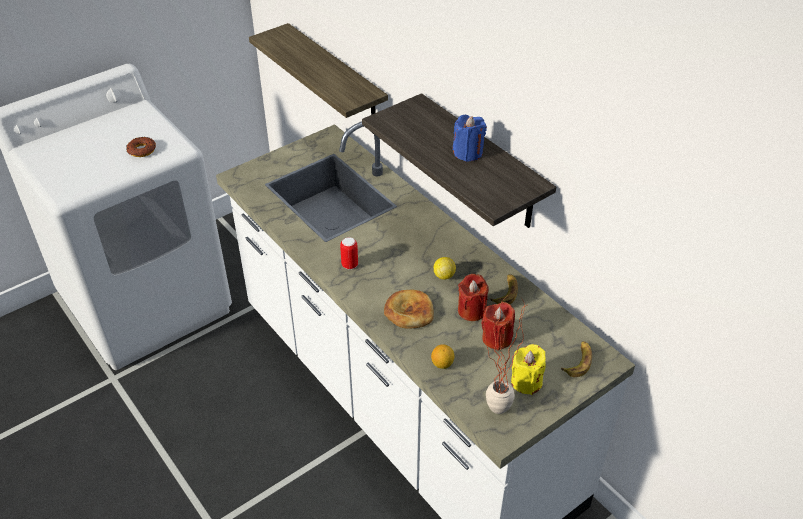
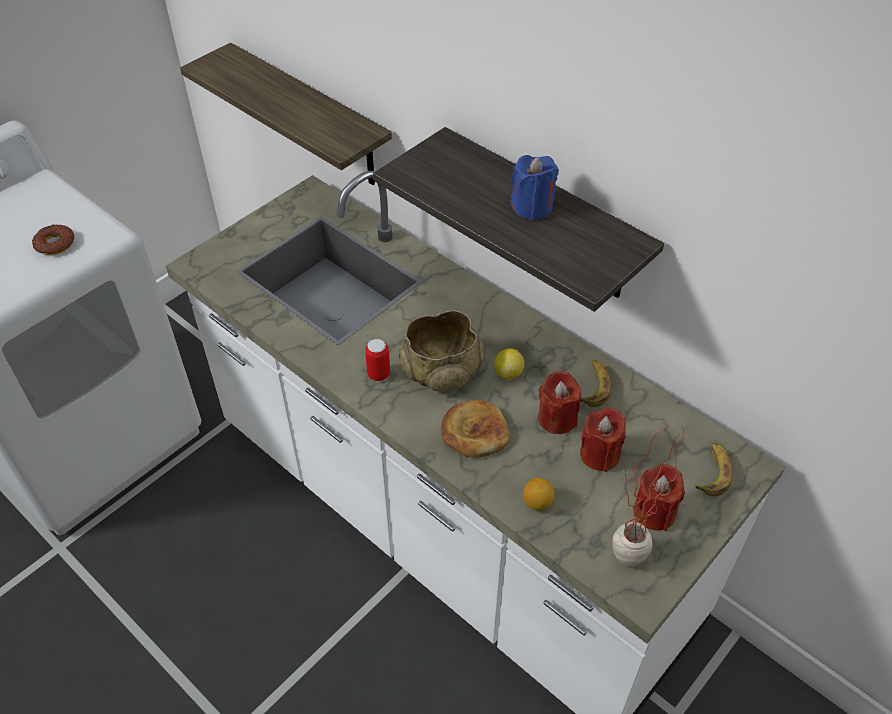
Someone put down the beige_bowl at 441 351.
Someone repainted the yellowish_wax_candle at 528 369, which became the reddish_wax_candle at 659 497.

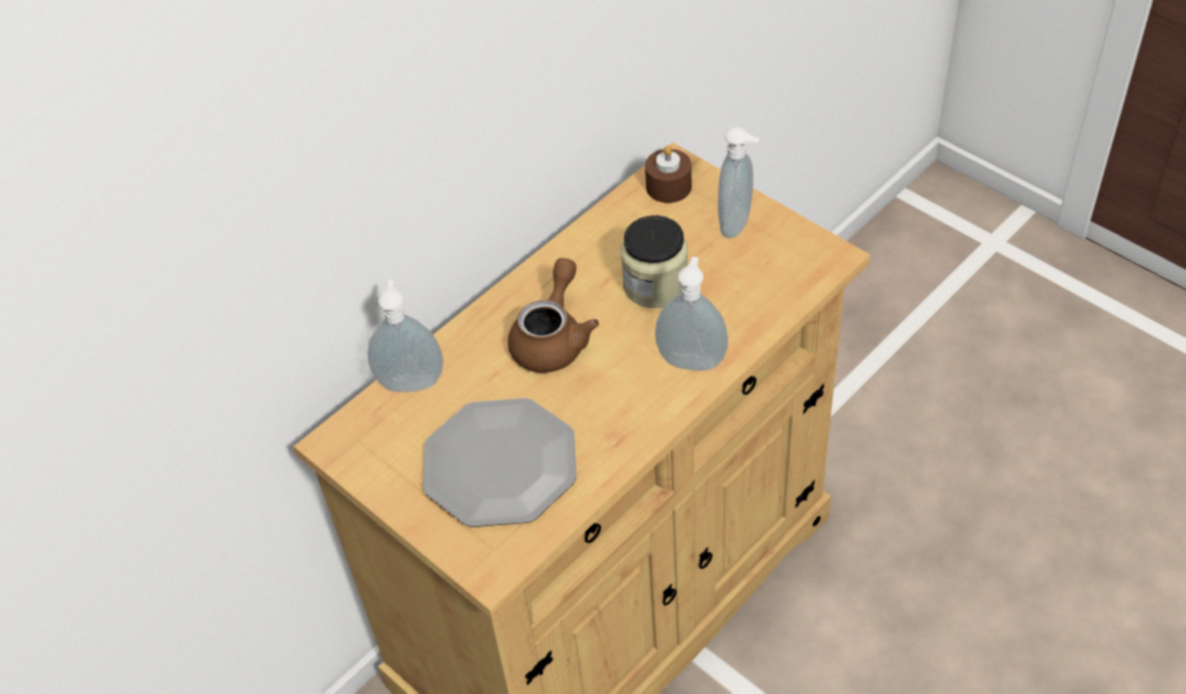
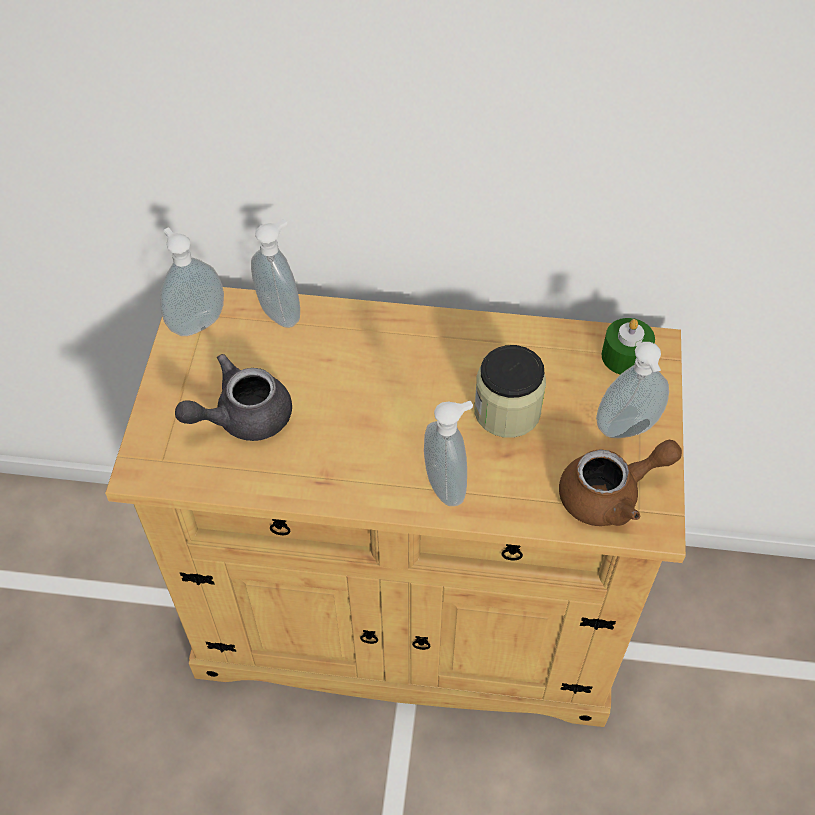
Someone put down the soap_bottle at 192 281.
Someone swapped the dinner_plate at 500 462 for the gray_tea_pot at 233 397.
Someone carried the brownish_tea_pot from 553 315 to 620 483.
Someone repainted the brownish_wax_candle at 668 174, which became the green-coloured_wax_candle at 628 346.

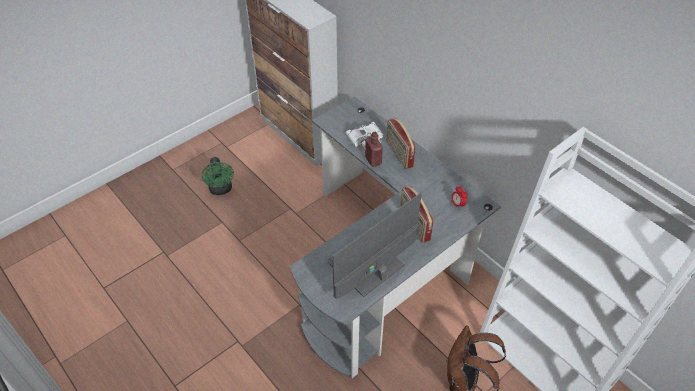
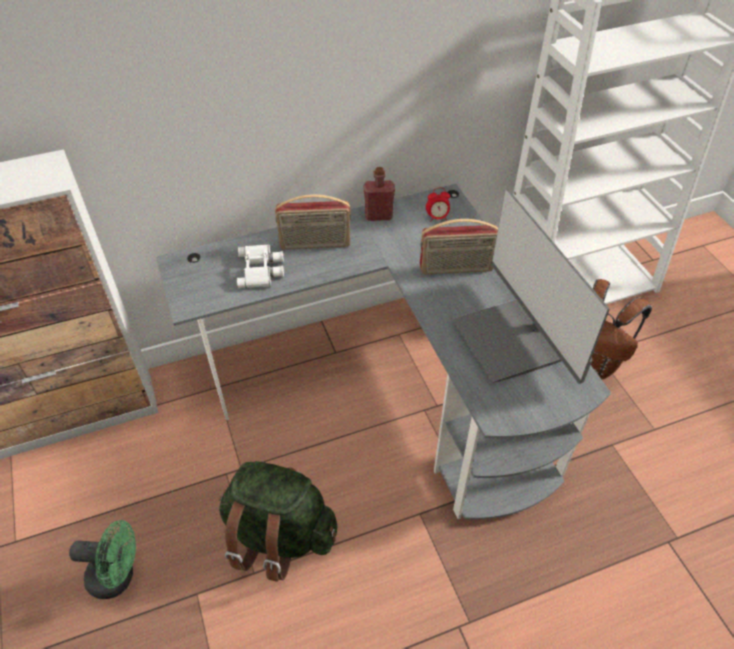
Someone put down the green-coloured_backpack at 278 521.
Someone carried the reddish_bottle from 374 149 to 379 194.

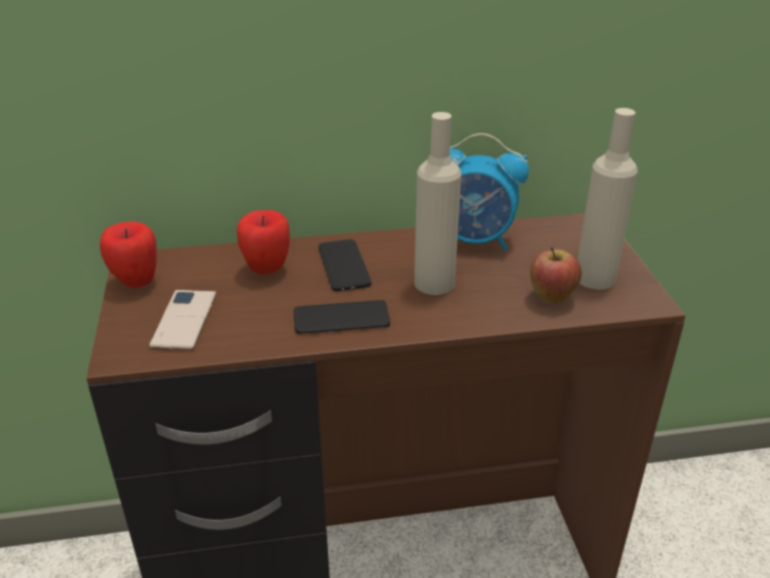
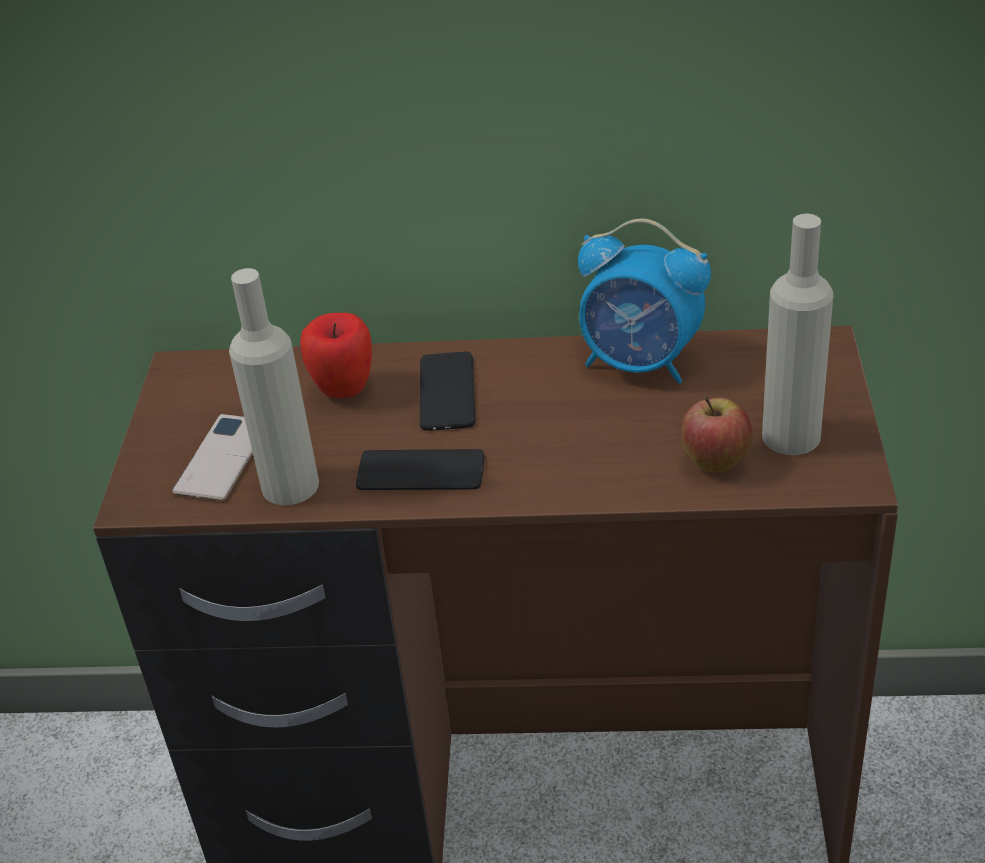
Someone carried the beige_bottle from 437 203 to 274 386.
Someone took away the apple at 128 254.

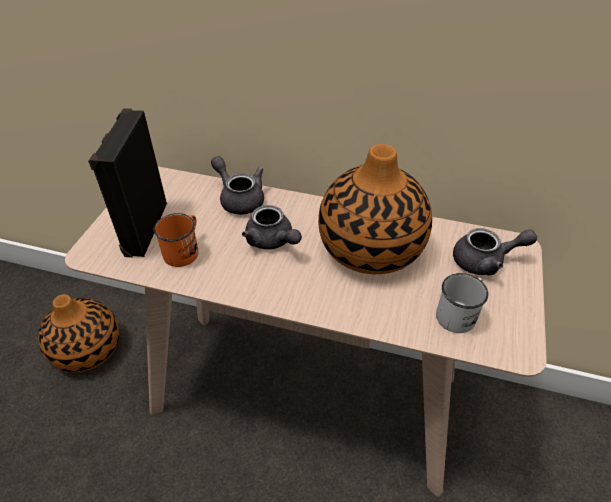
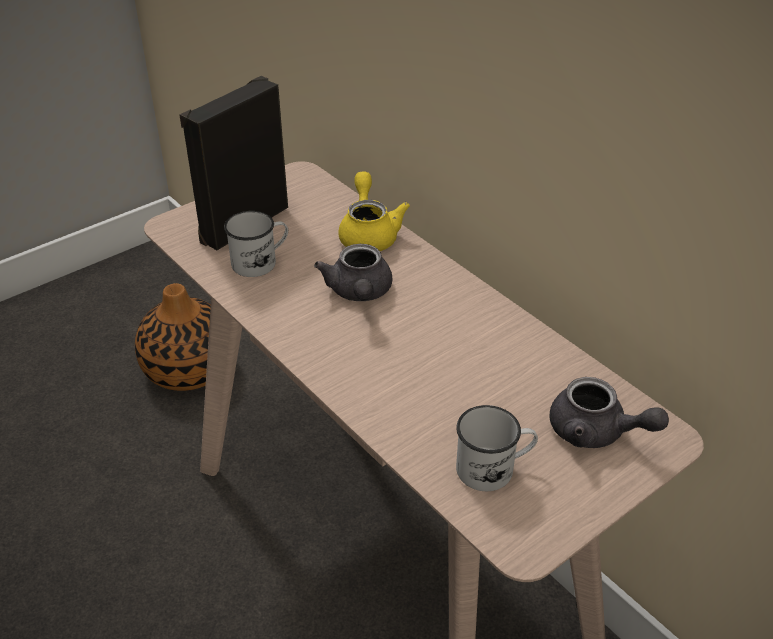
Someone repainted the orangey_coffee_mug at 176 240, which became the white-coloured_coffee_mug at 256 244.
Someone repainted the gray_tea_pot at 237 185, which became the yellowish_tea_pot at 374 211.
Someone took away the decorative_vase at 375 209.

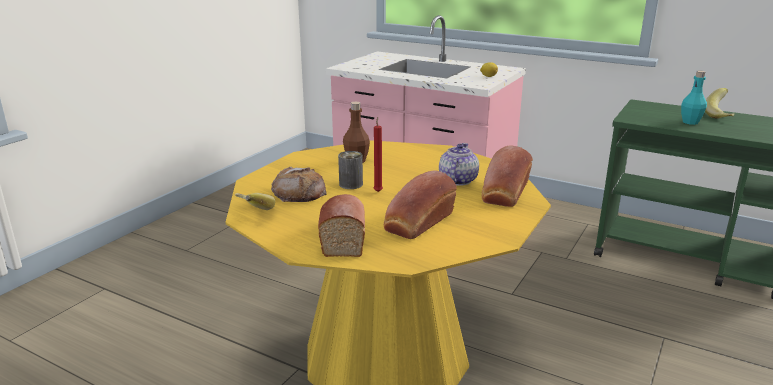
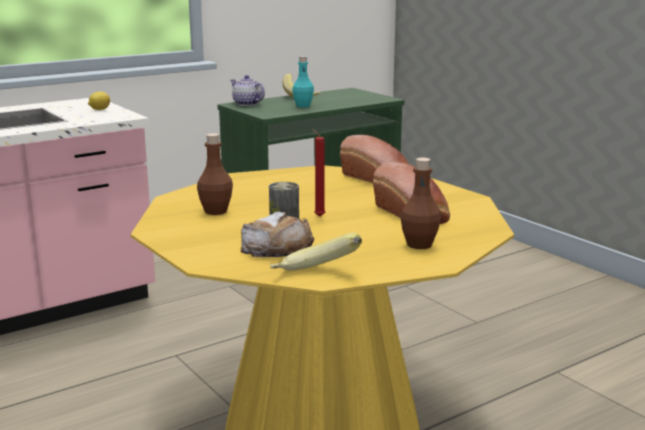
Someone carried the tea_pot from 459 164 to 247 90.
Someone swapped the bread at 341 225 for the brownish_bottle at 420 203.

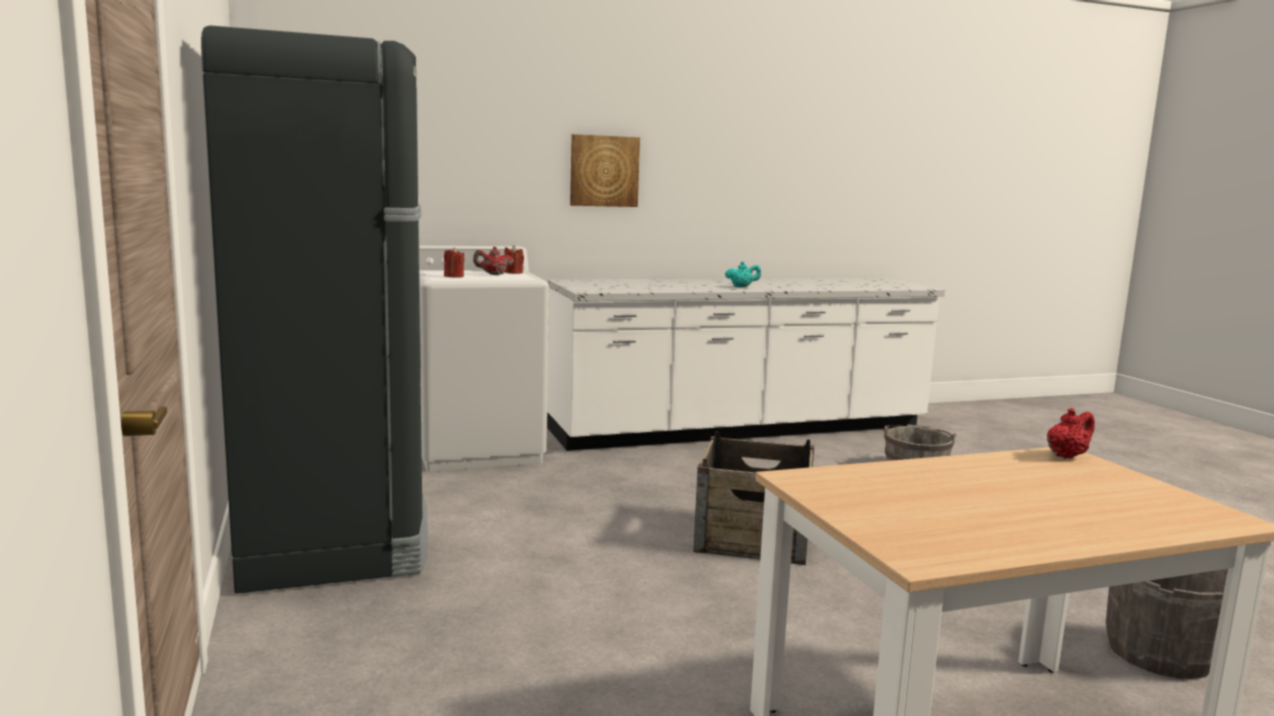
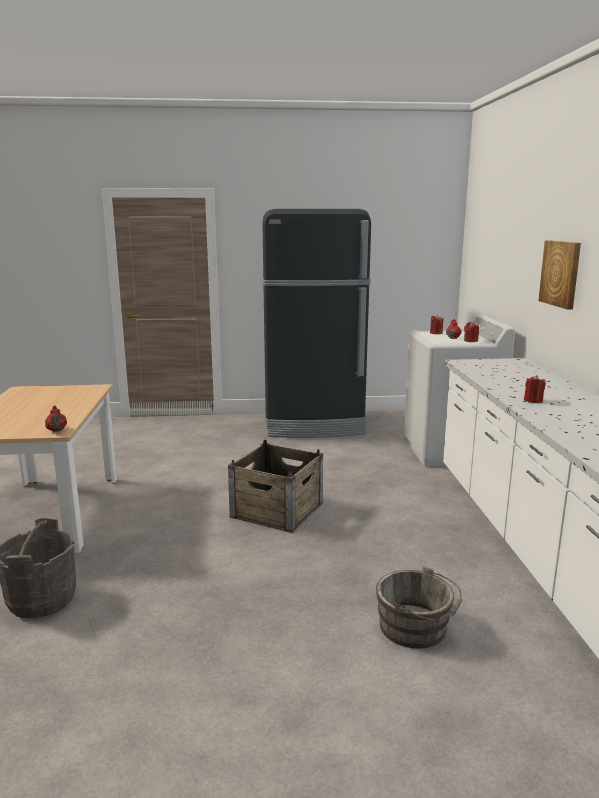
Someone swapped the turquoise-coloured_tea_pot at 743 274 for the reddish_wax_candle at 535 389.

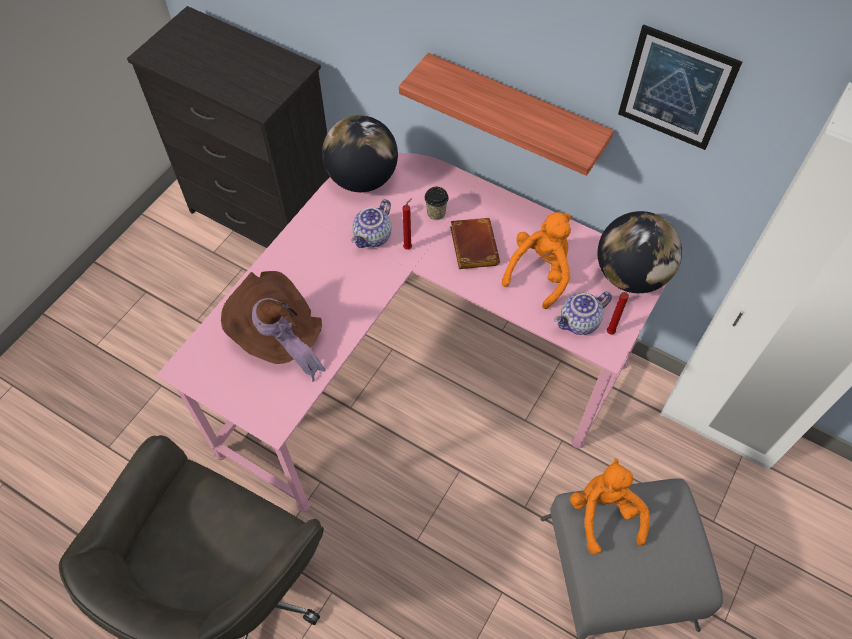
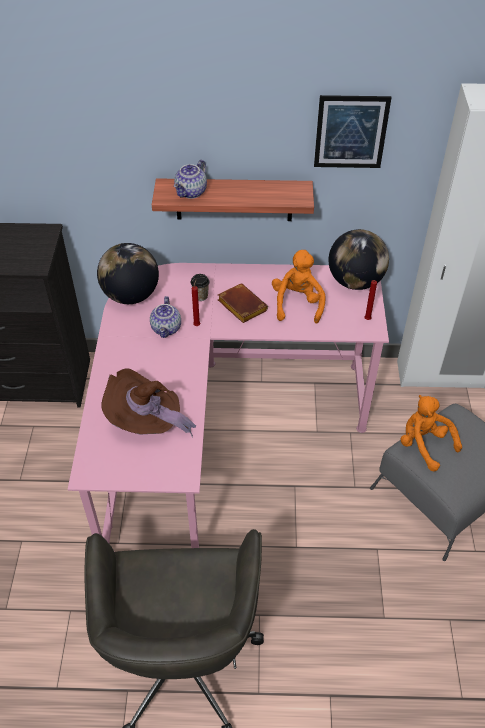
Someone carried the tea_pot from 583 313 to 190 179.

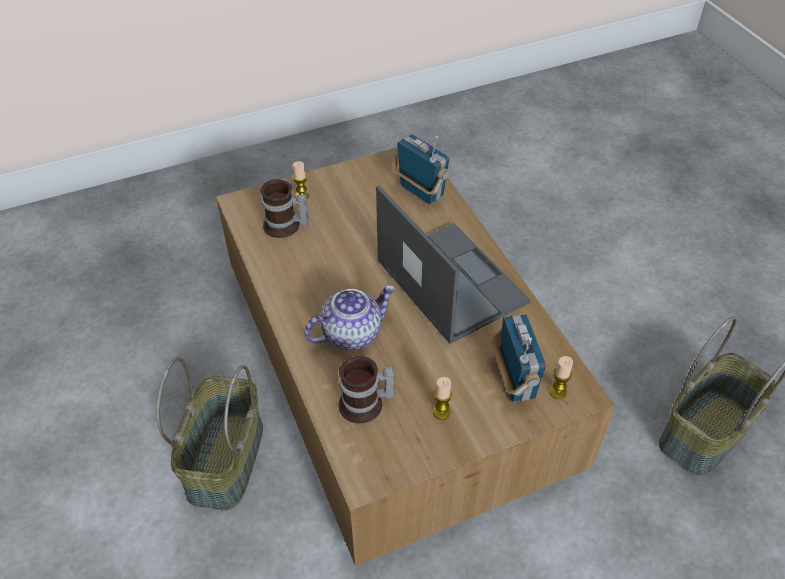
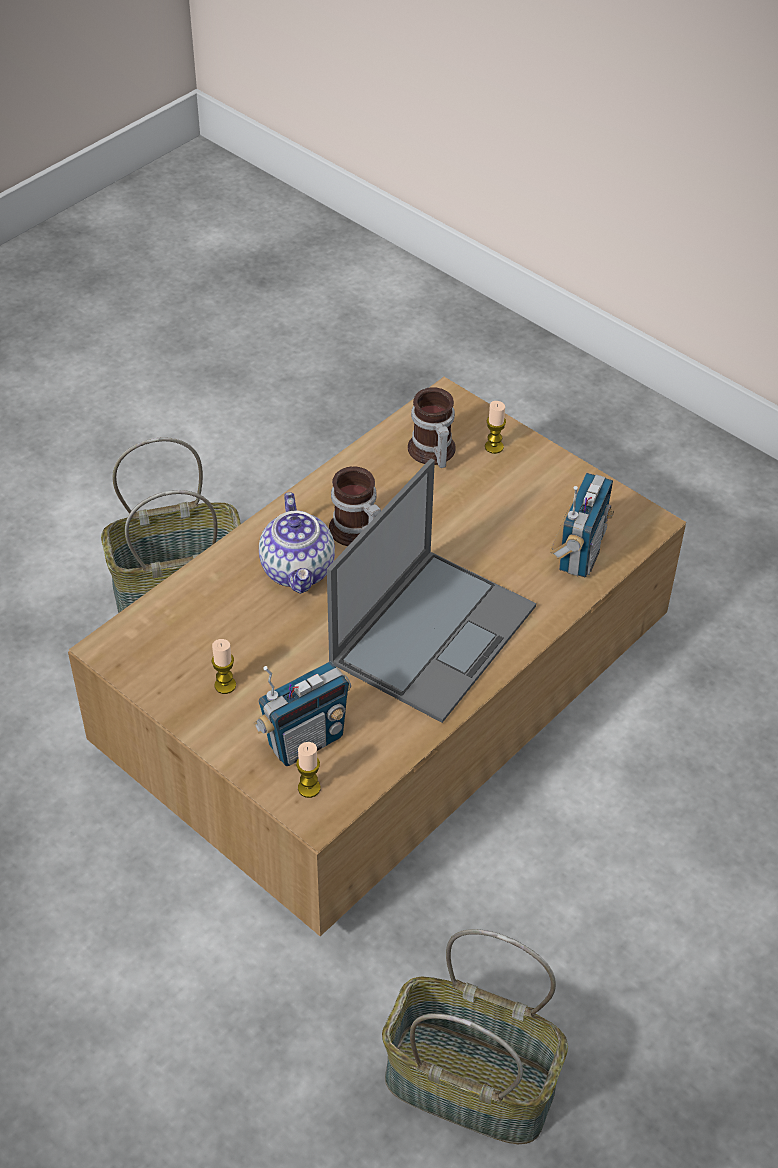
Someone rotated the tea_pot at 350 317 by 45 degrees clockwise.
Someone carried the coffee_mug from 366 390 to 355 506.

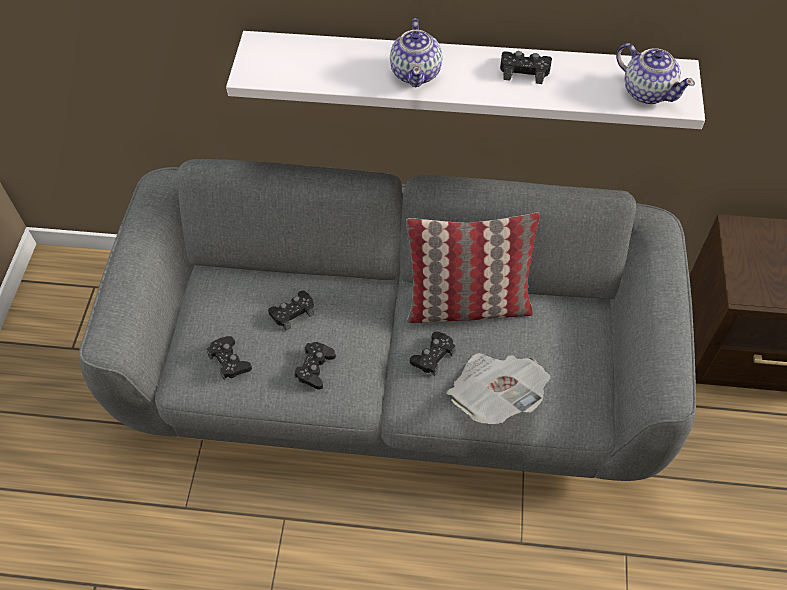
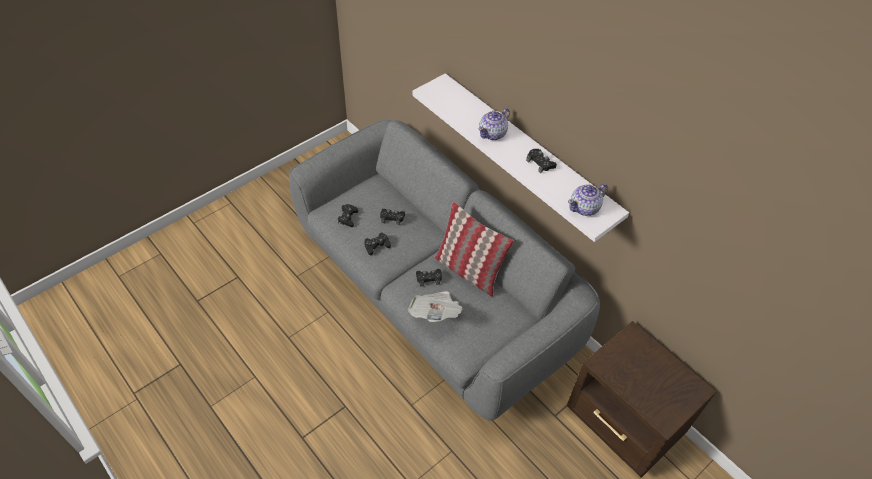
Someone rotated the tea_pot at 655 73 by 60 degrees clockwise.

